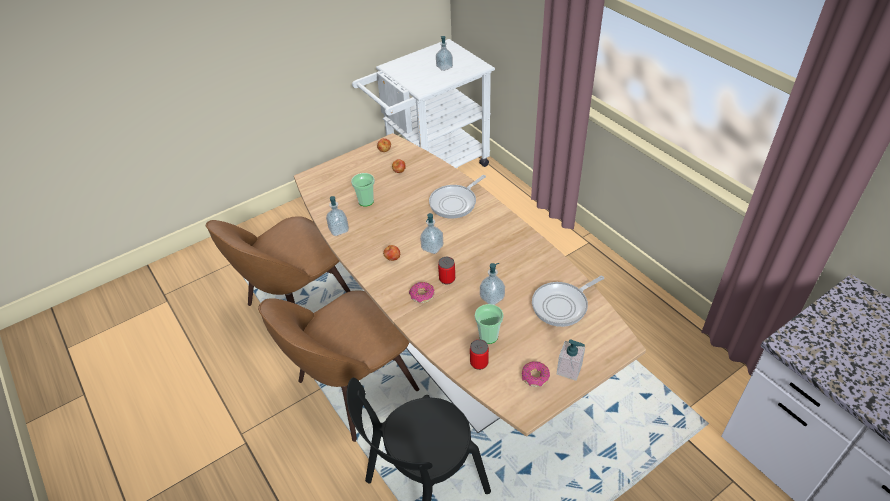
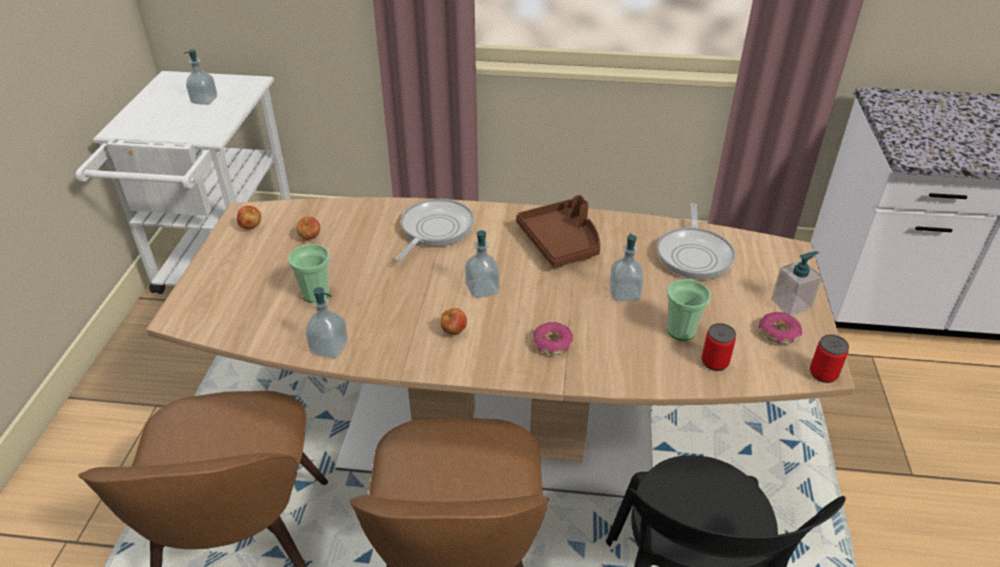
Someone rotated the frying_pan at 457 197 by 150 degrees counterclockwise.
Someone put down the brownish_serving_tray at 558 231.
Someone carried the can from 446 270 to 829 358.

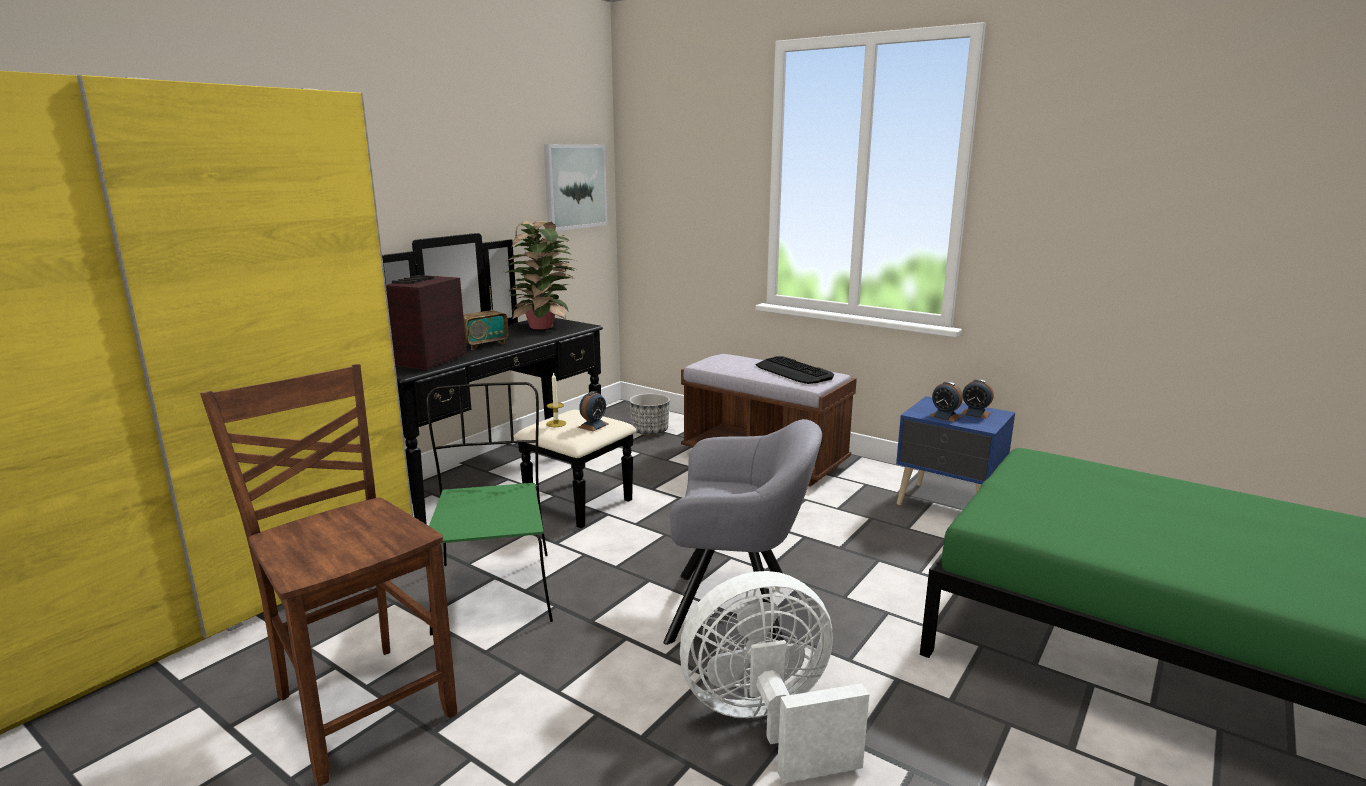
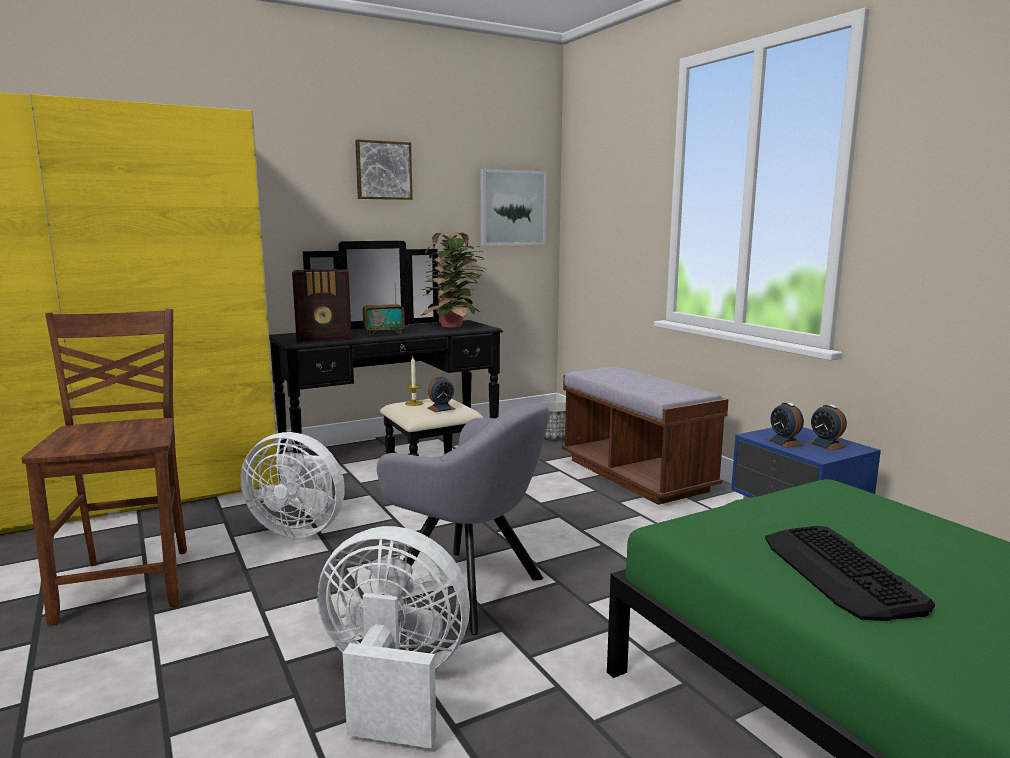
Someone swapped the green-coloured_chair at 489 508 for the white-coloured_cooling_fan at 292 485.
Someone rotated the radio at 426 322 by 150 degrees counterclockwise.
Someone put up the wall_picture at 384 169.
Someone carried the keyboard from 795 370 to 850 573.

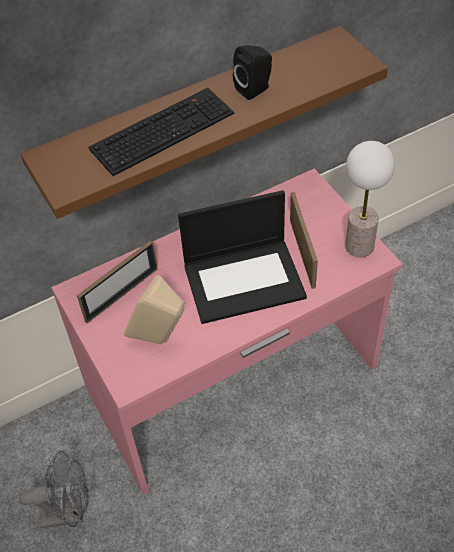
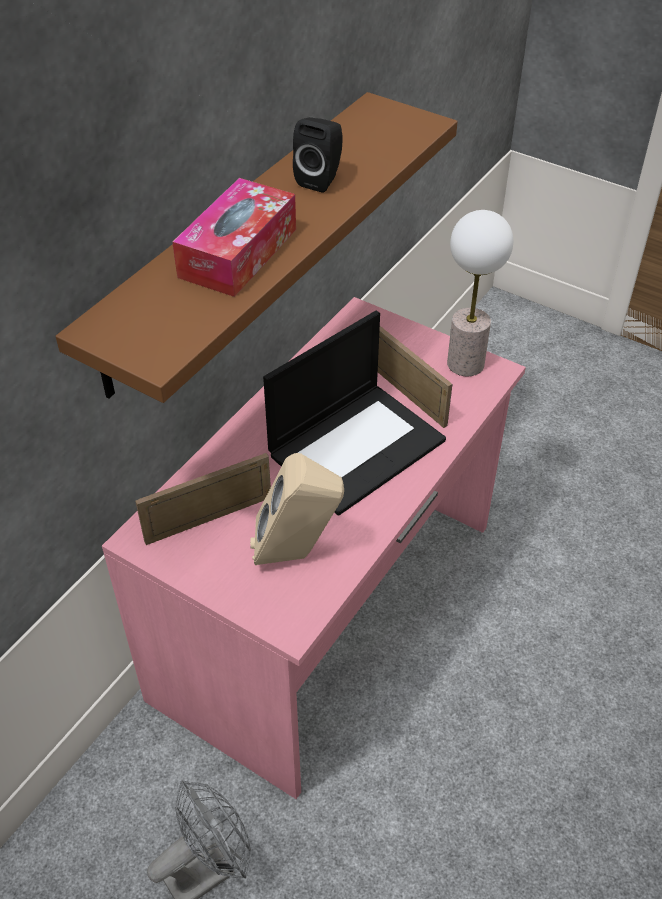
Someone rotated the picture_frame at 117 282 by 135 degrees counterclockwise.
Someone swapped the keyboard at 161 132 for the tissue_holder at 234 237.

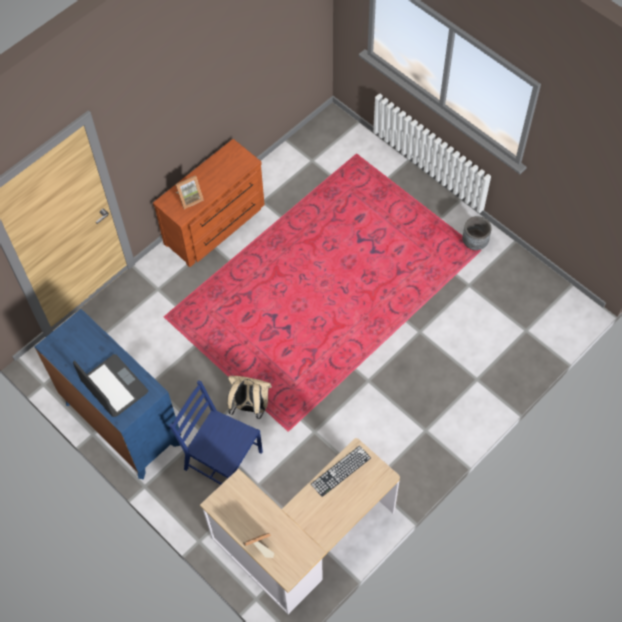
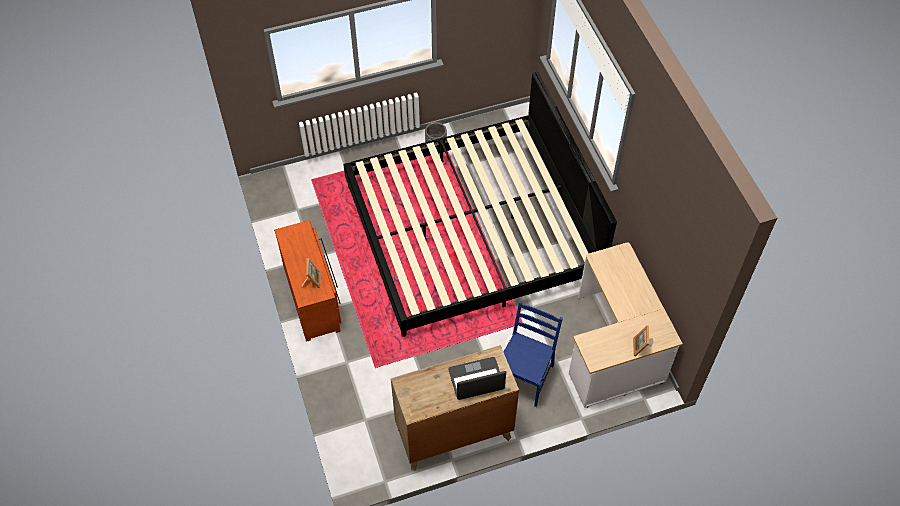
Someone put down the bedroom_bed at 480 204.
Someone repainted the blue-coloured_drawer_chest at 107 394, which became the brownish_drawer_chest at 455 408.
Someone rotated the blue-coloured_chair at 216 432 by 150 degrees clockwise.
Someone took away the beige_backpack at 249 397.
Someone took away the keyboard at 341 471.

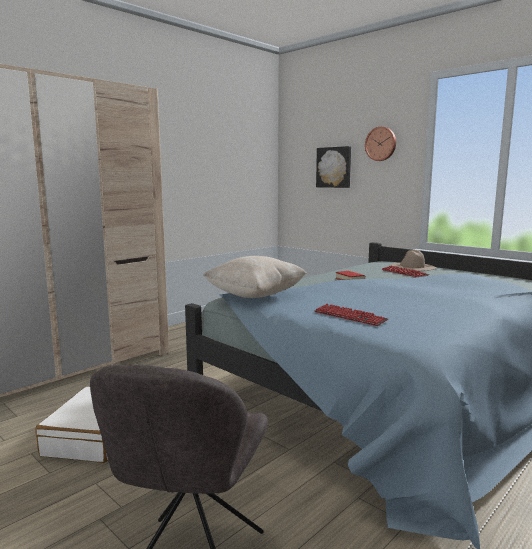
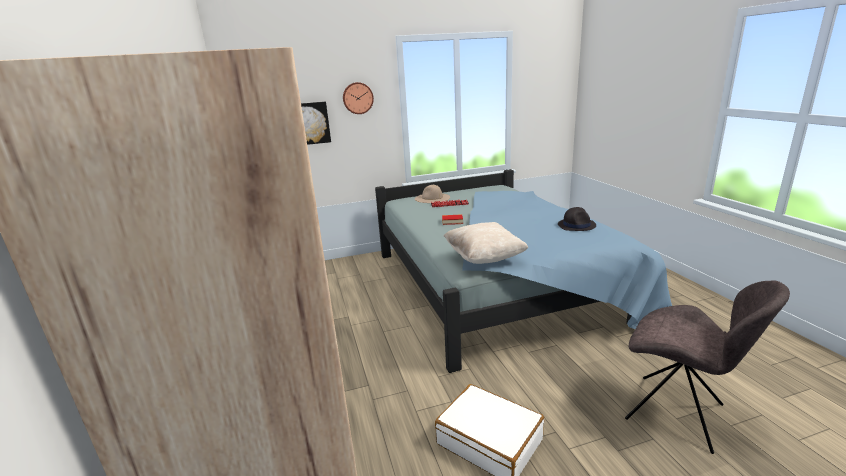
Someone put down the black_clothing_hat at 577 219.
Someone took away the keyboard at 351 314.

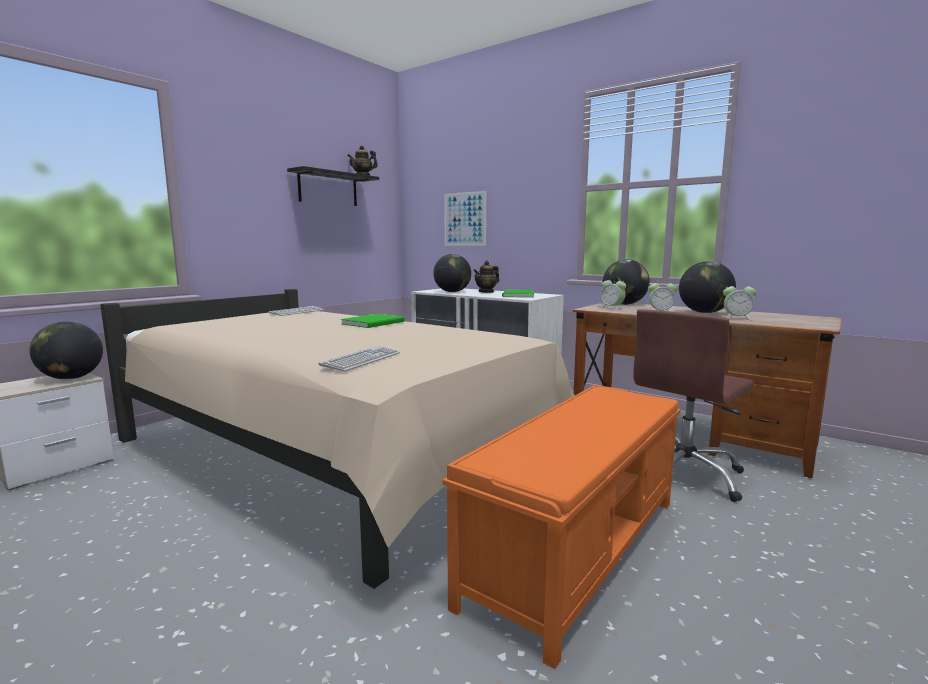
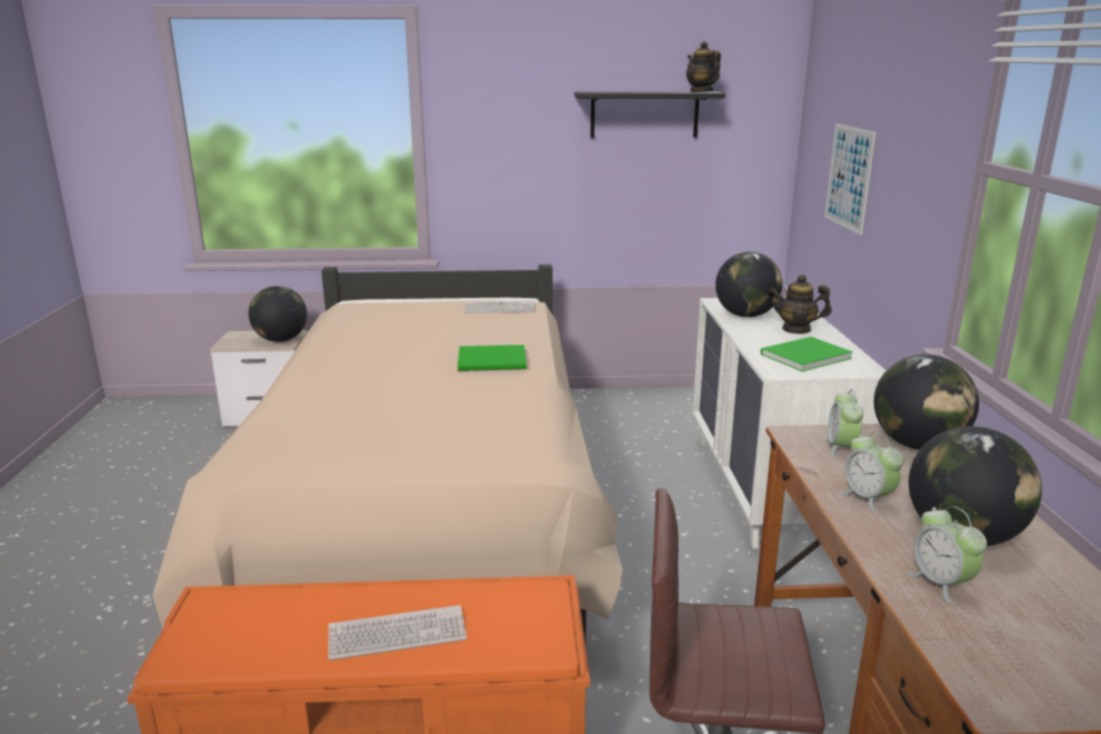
Someone carried the keyboard from 359 358 to 397 632.

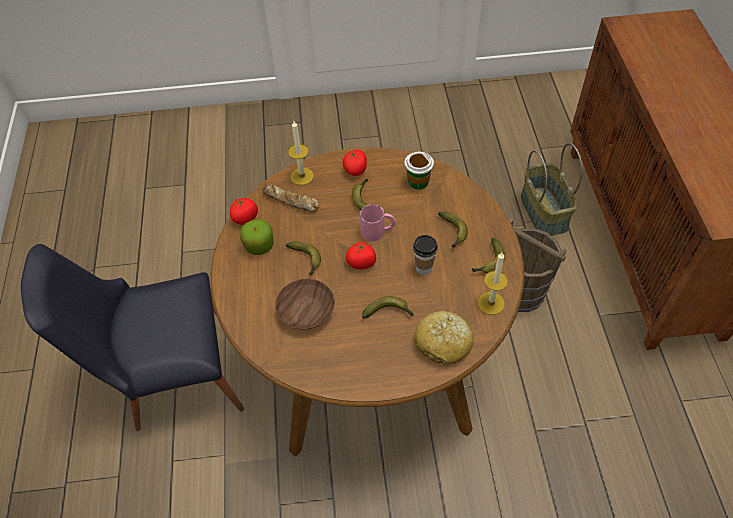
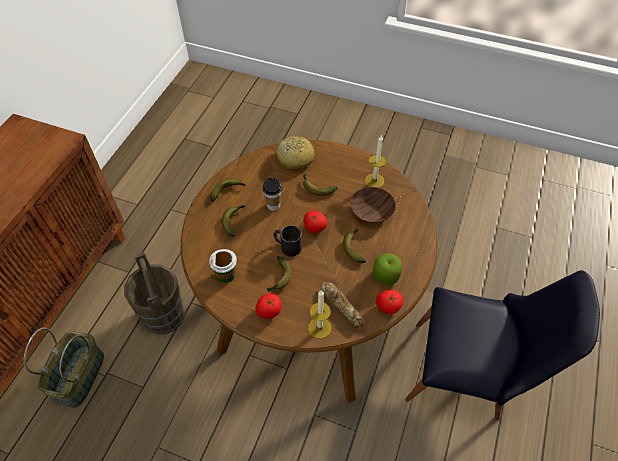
Someone repainted the pinkish_coffee_mug at 377 222, which became the black_coffee_mug at 287 241.
Someone carried the wax_candle from 493 283 to 375 162.

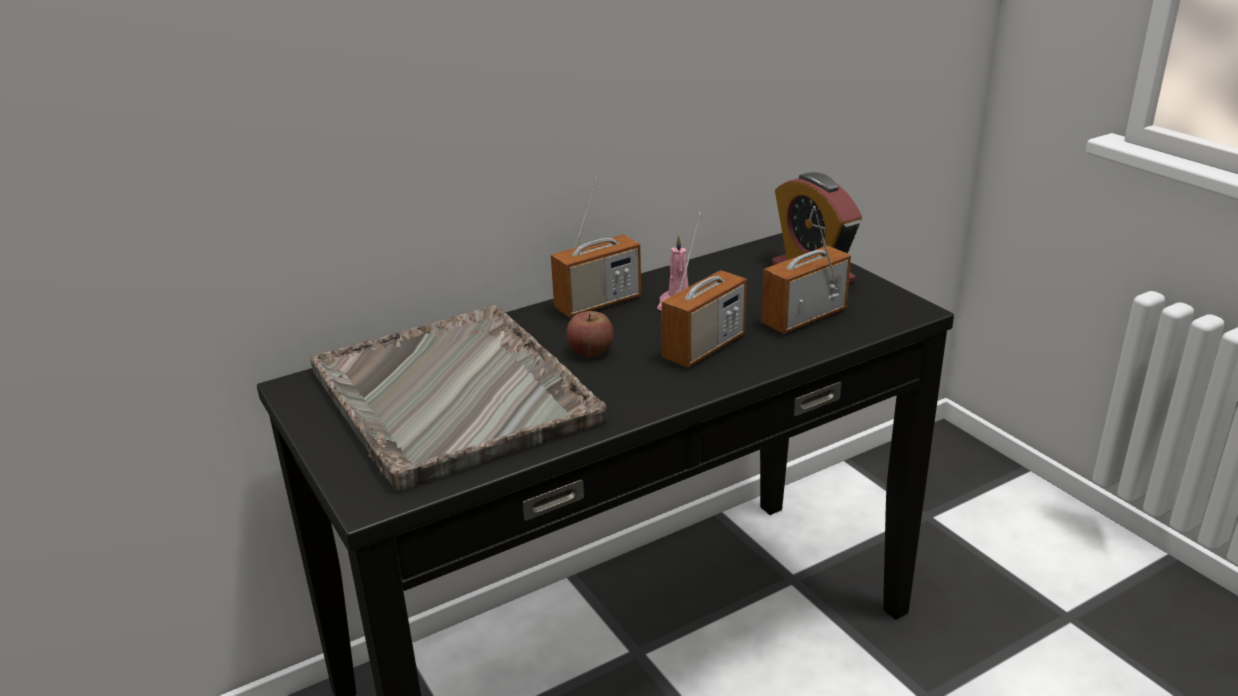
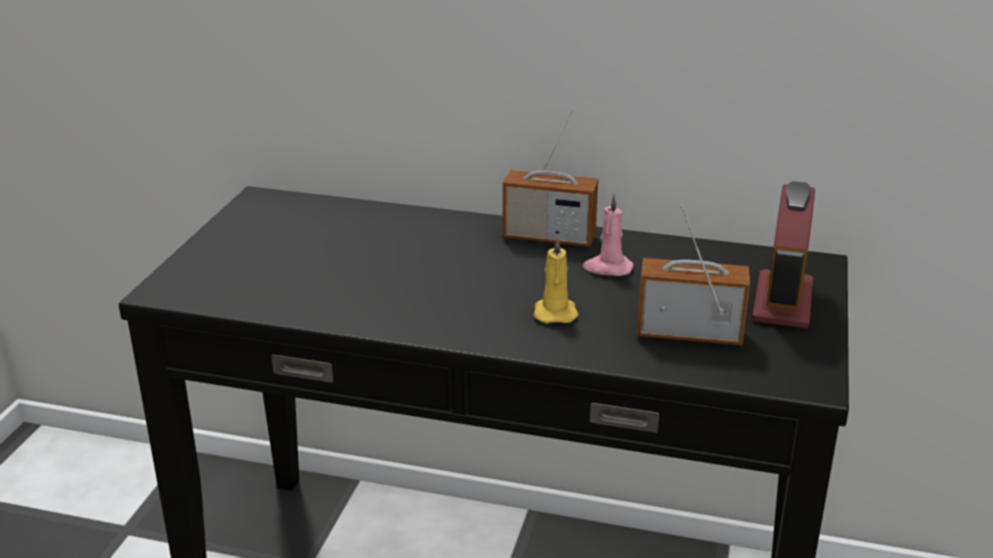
Someone swapped the radio at 704 290 for the yellowish_wax_candle at 556 279.
Someone took away the gray_serving_tray at 458 398.
Someone took away the apple at 590 334.

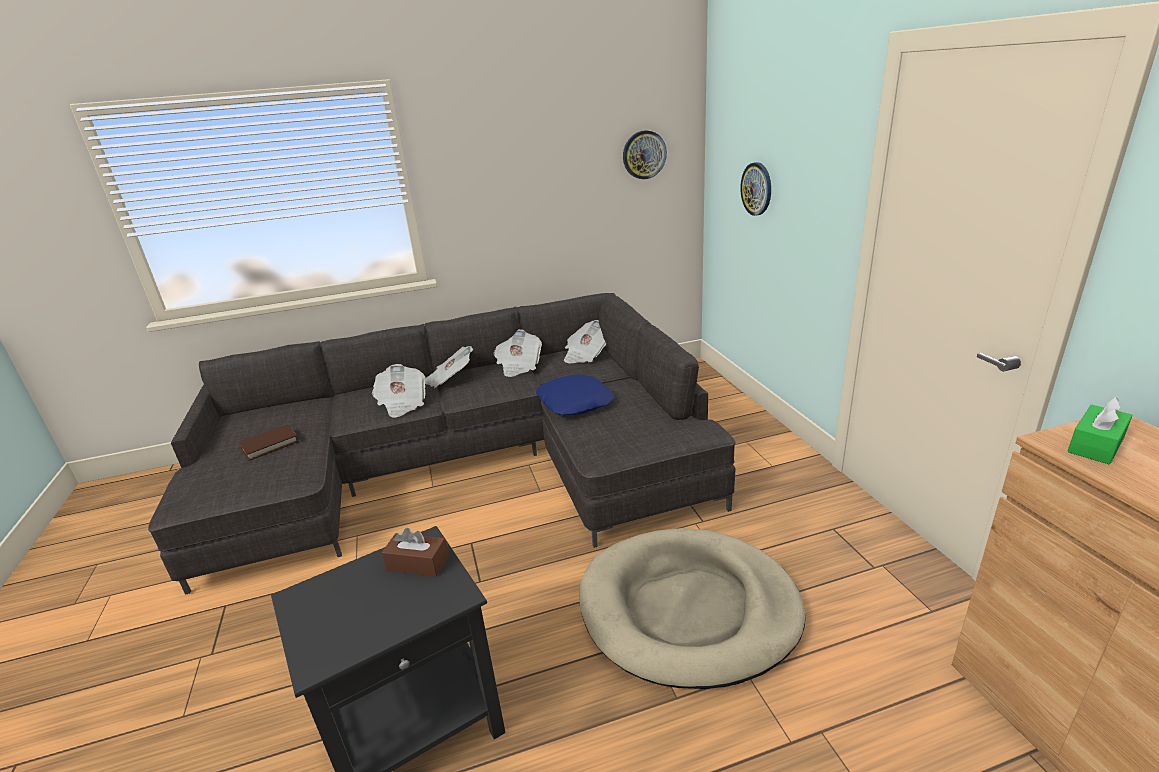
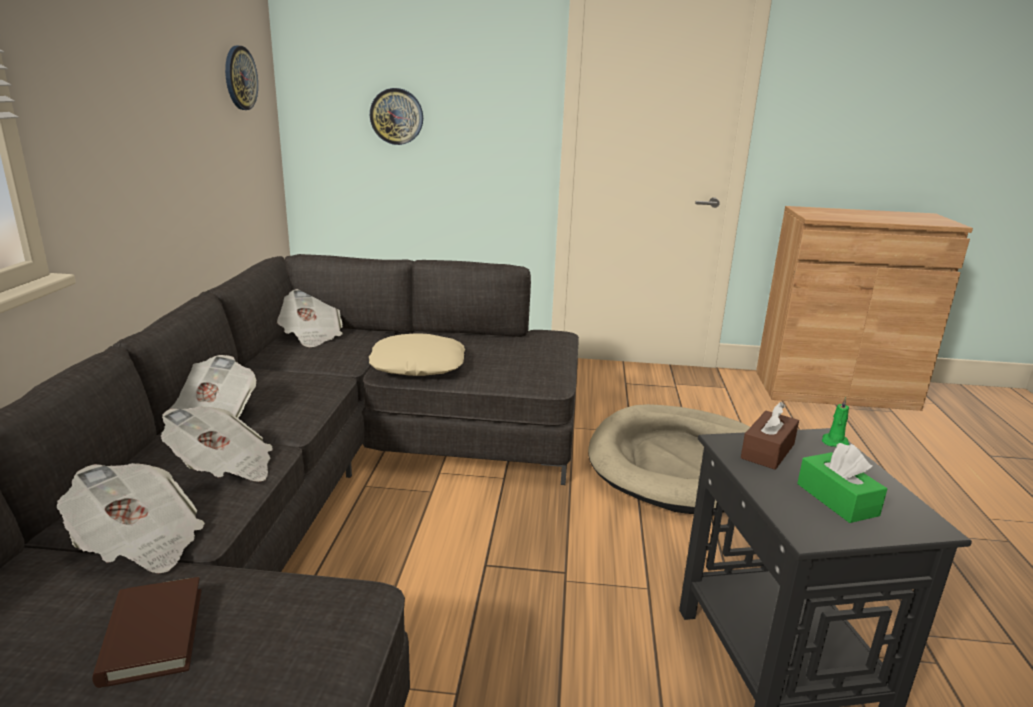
Someone carried the daily_paper from 518 353 to 131 518.
Someone repainted the blue-coloured_pillow at 575 394, which became the beige_pillow at 417 354.
Someone carried the green-coloured_tissue_holder from 1100 430 to 842 483.
Someone put down the green-coloured_wax_candle at 835 422.

